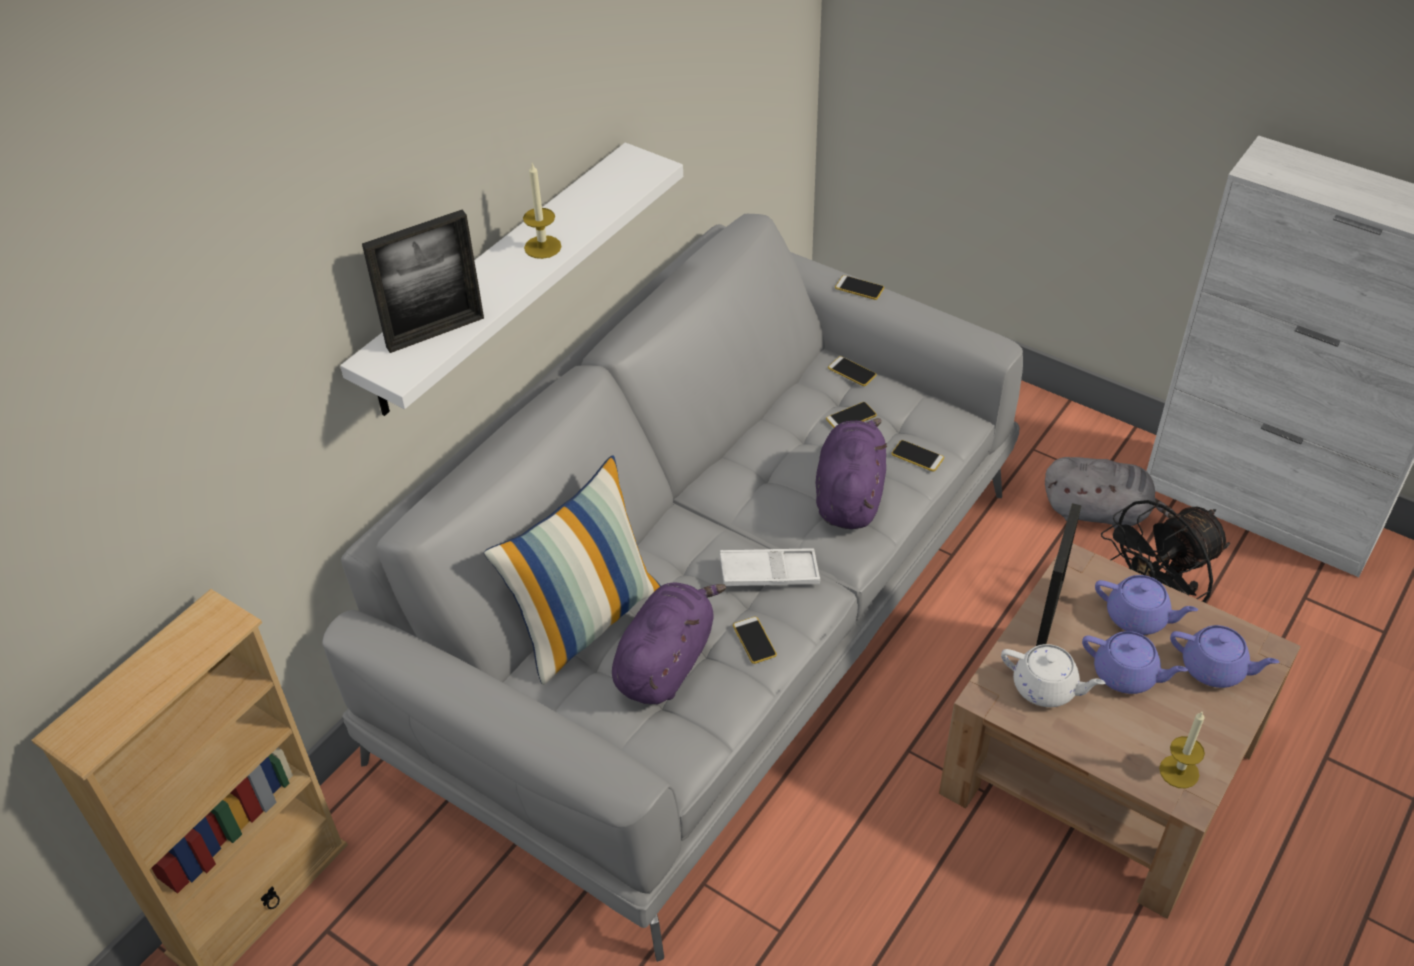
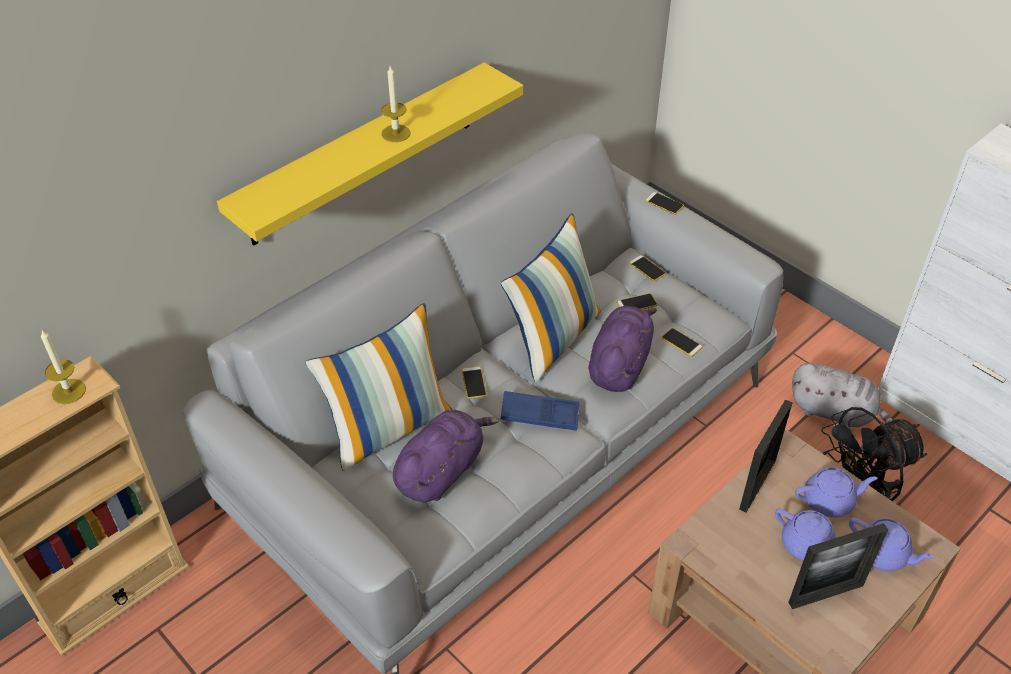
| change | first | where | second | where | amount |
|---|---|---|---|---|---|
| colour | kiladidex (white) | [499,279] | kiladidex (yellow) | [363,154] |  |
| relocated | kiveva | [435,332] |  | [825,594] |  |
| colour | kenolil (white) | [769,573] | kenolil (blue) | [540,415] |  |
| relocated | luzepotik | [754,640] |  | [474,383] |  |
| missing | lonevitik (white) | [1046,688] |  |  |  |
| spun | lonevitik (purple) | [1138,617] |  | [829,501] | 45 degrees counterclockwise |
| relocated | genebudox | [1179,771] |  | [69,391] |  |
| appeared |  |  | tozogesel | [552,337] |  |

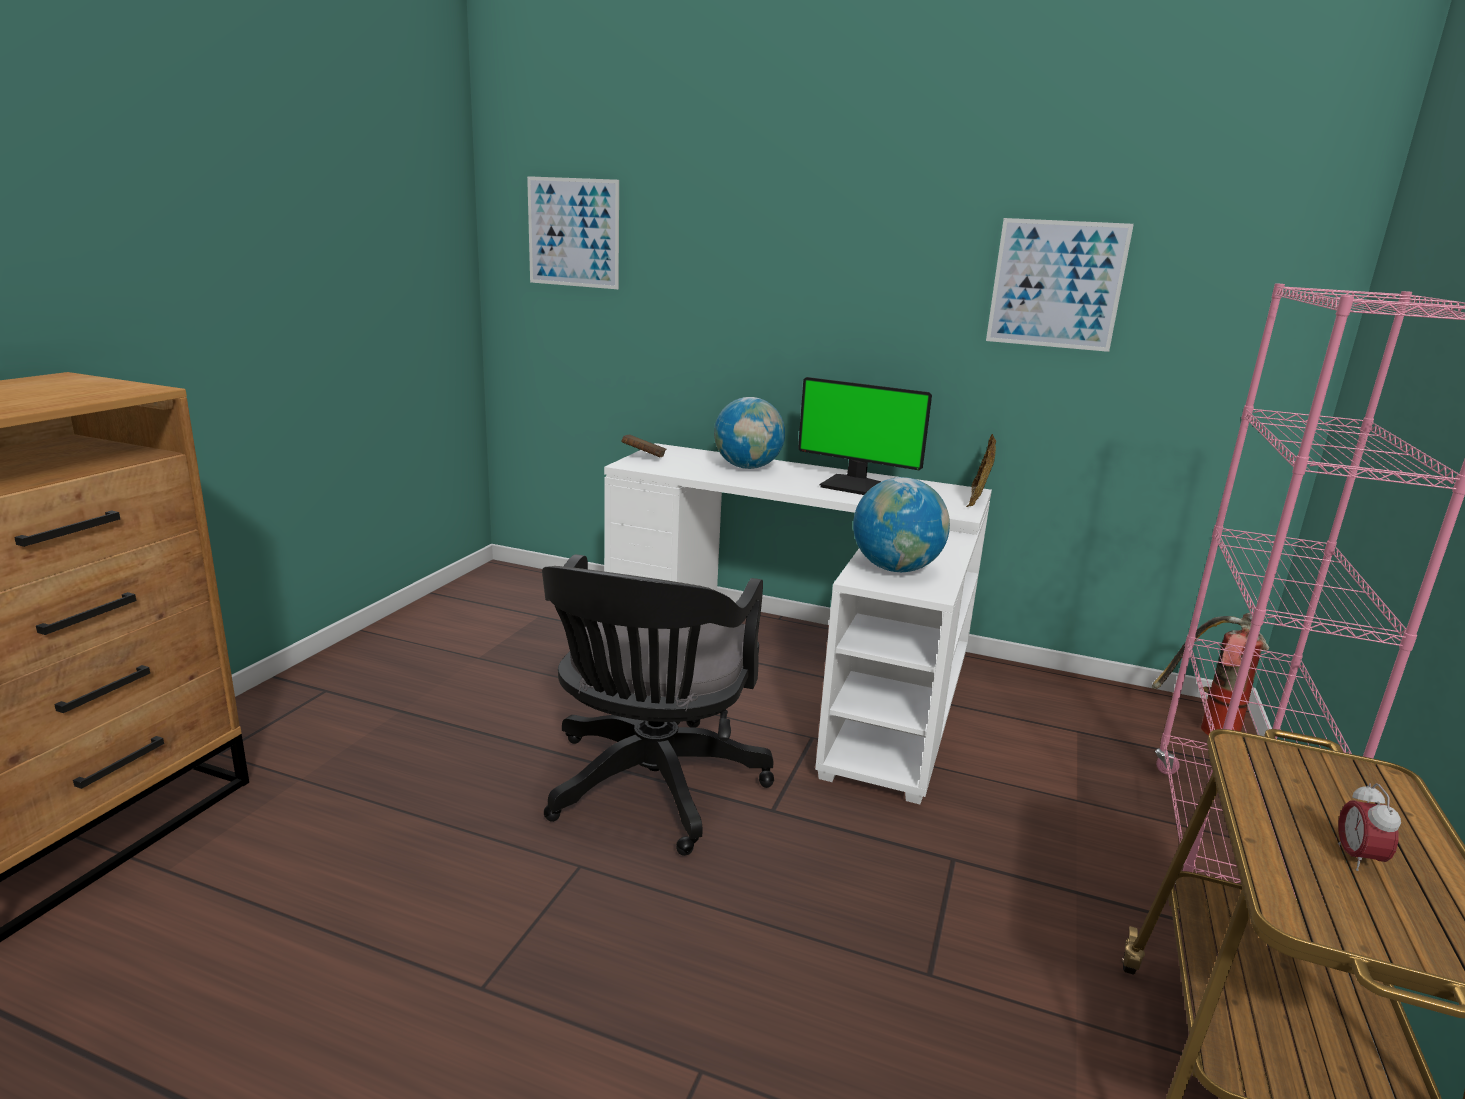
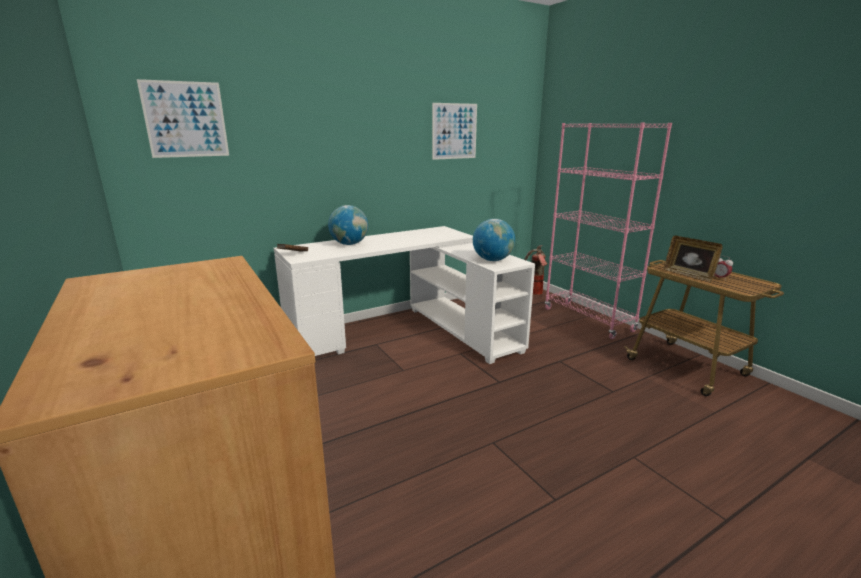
| change | first | where | second | where | amount |
|---|---|---|---|---|---|
| missing | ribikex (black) | [650,789] |  |  |  |
| missing | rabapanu | [852,485] |  |  |  |
| relocated | kiveva | [978,499] |  | [688,275] |  |

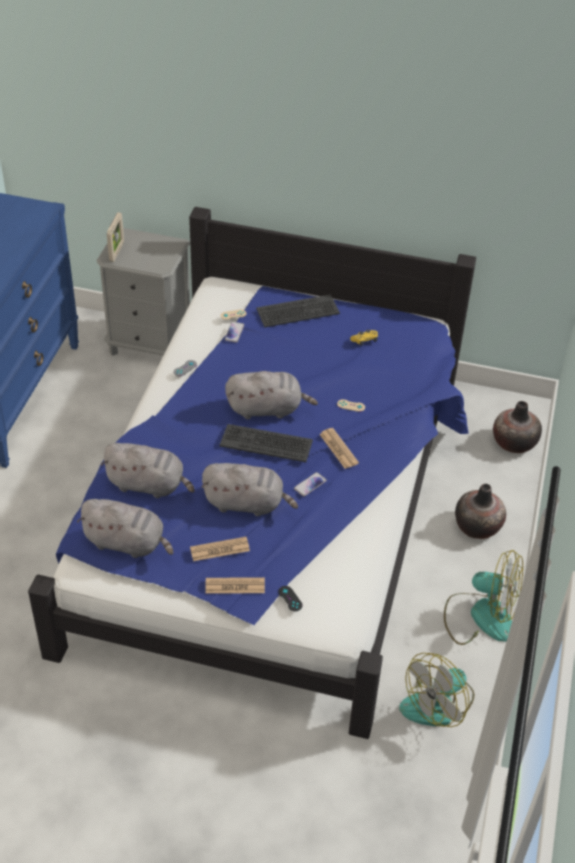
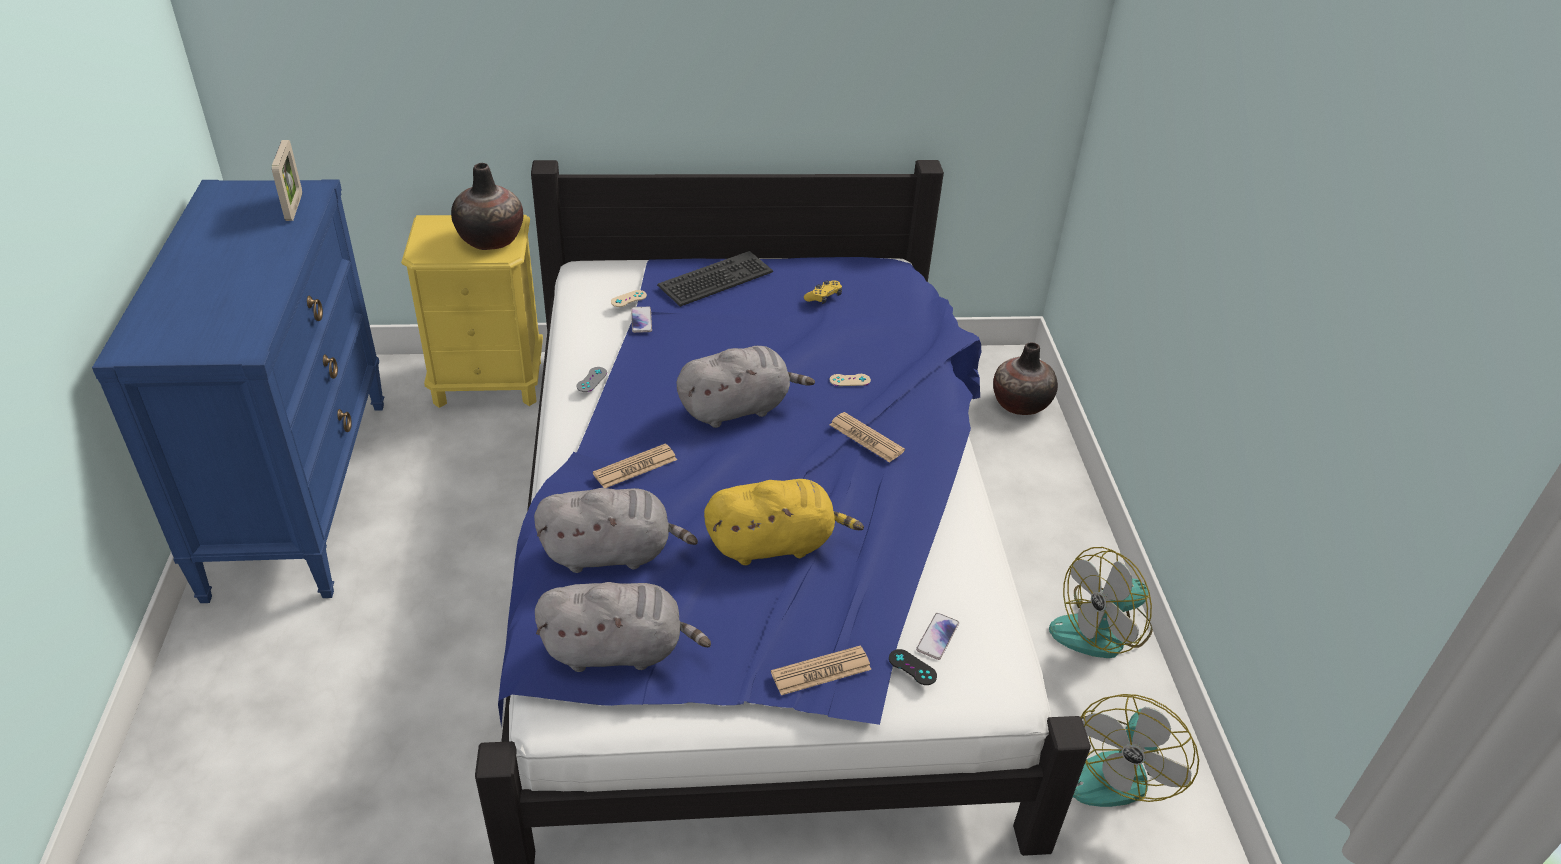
| change | first | where | second | where | amount |
|---|---|---|---|---|---|
| colour | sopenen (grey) | [150,344] | sopenen (yellow) | [488,382] |  |
| relocated | kiveva | [116,252] |  | [294,207] |  |
| relocated | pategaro | [219,549] |  | [635,467] |  |
| colour | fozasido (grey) | [247,503] | fozasido (yellow) | [775,544] |  |
| missing | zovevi | [266,443] |  |  |  |
| relocated | luzepotik | [310,484] |  | [937,637] |  |
| spun | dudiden | [480,616] |  | [1102,630] | 150 degrees clockwise |
| relocated | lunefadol | [477,527] |  | [491,239] |  |

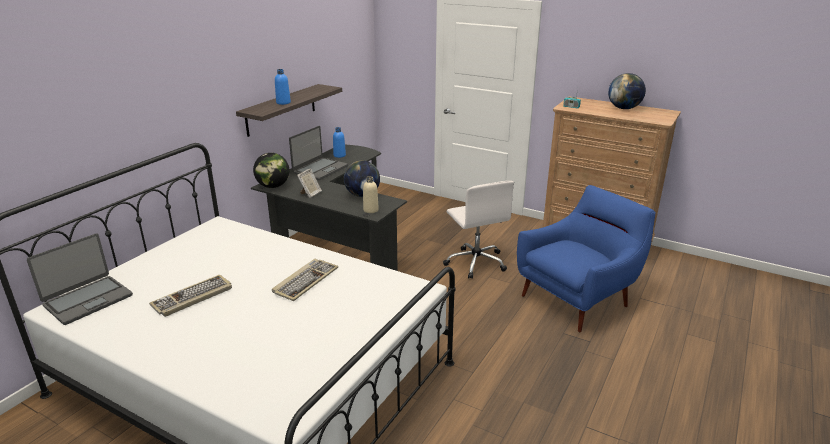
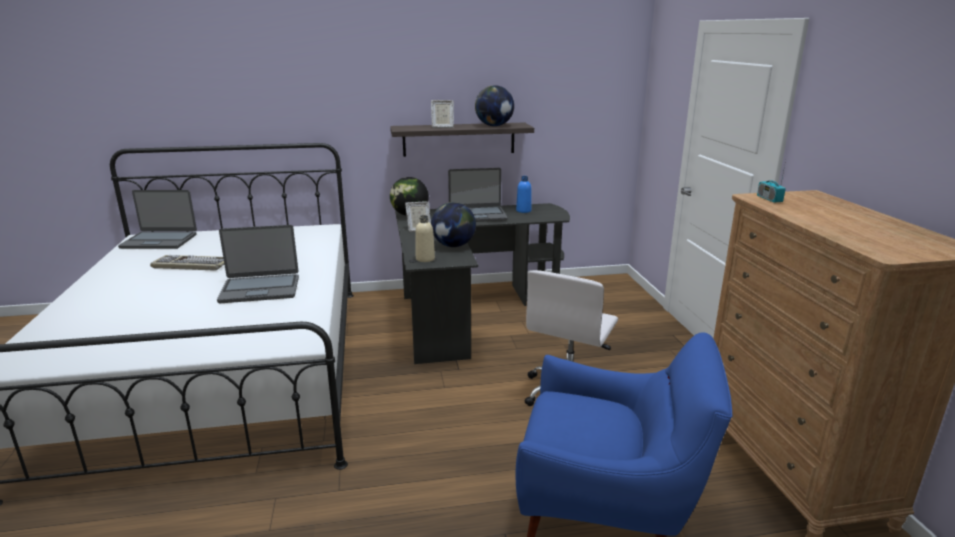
| change | first | where | second | where | amount |
|---|---|---|---|---|---|
| exchanged | zovevi | [305,281] | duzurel | [260,289] |  |
| exchanged | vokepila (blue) | [283,103] | kiveva | [442,127] |  |
| relocated | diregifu | [624,108] |  | [494,126] |  |

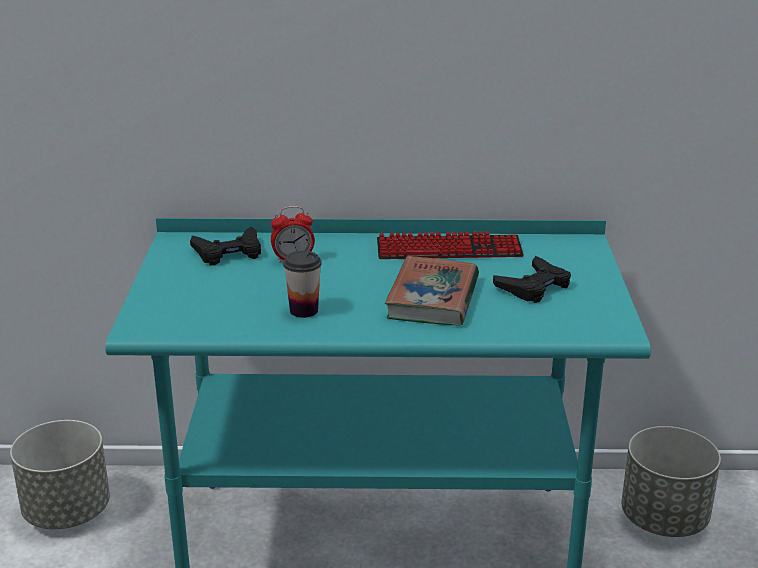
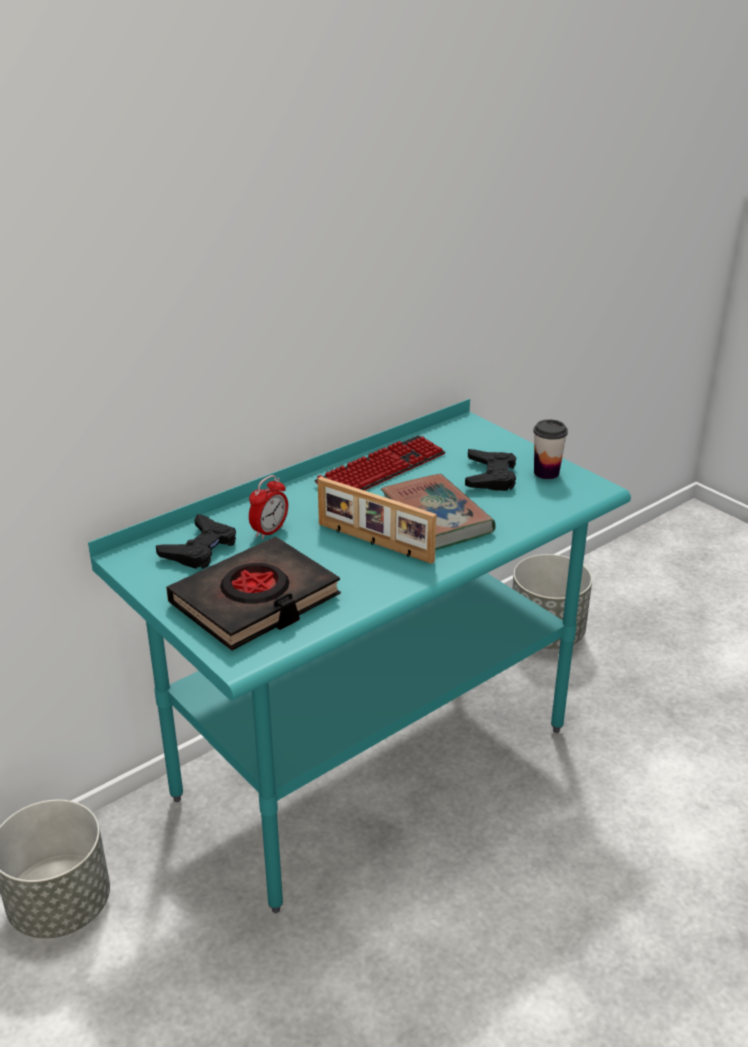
| change | first | where | second | where | amount |
|---|---|---|---|---|---|
| relocated | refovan | [304,310] |  | [546,473] |  |
| appeared |  |  | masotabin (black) | [255,601] |  |
| appeared |  |  | kiveva | [374,543] |  |

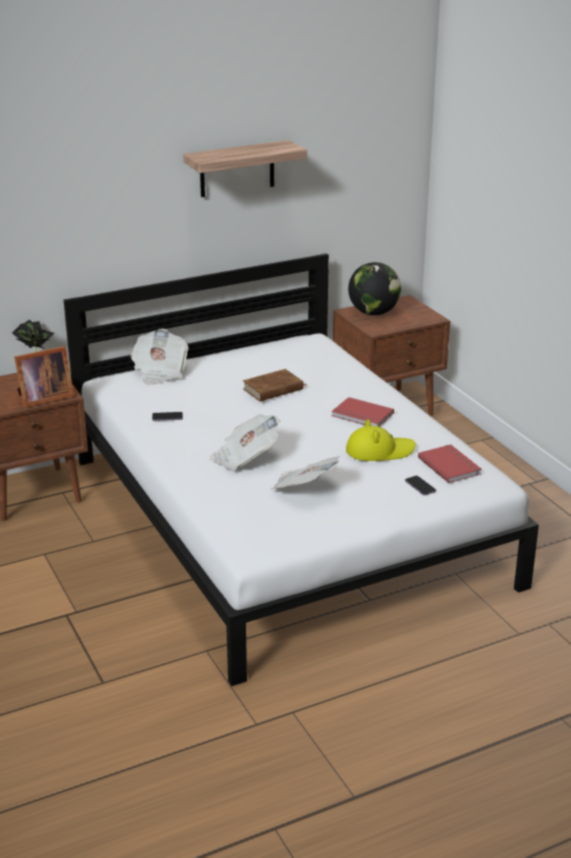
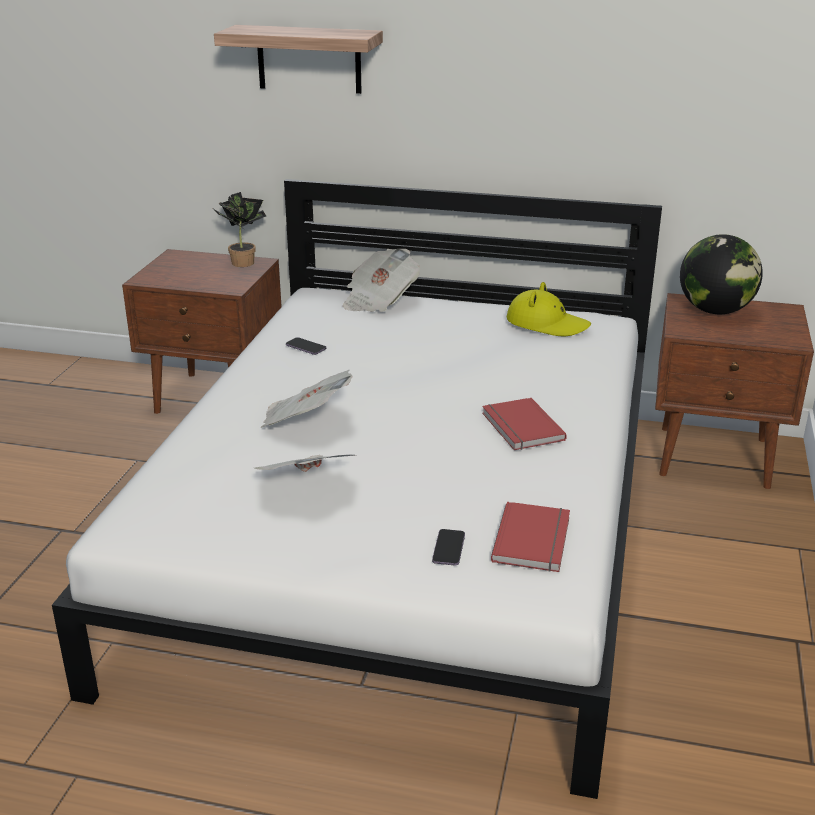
| change | first | where | second | where | amount |
|---|---|---|---|---|---|
| missing | kiveva | [43,398] |  |  |  |
| relocated | kiladidex | [237,169] |  | [309,59] |  |
| missing | masotabin (brown) | [273,389] |  |  |  |
| relocated | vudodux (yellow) | [379,451] |  | [547,324] |  |

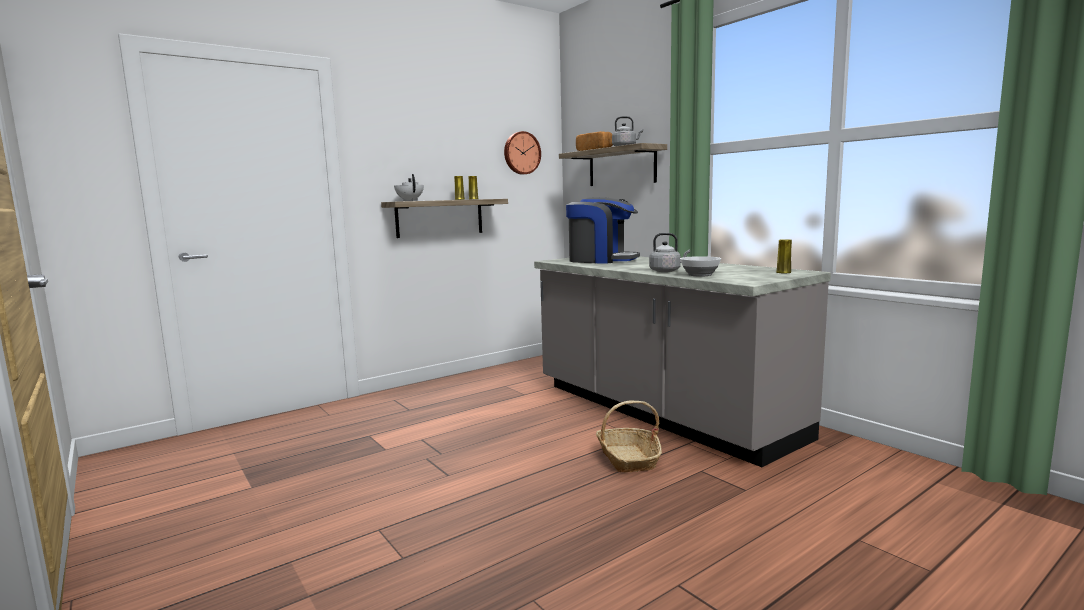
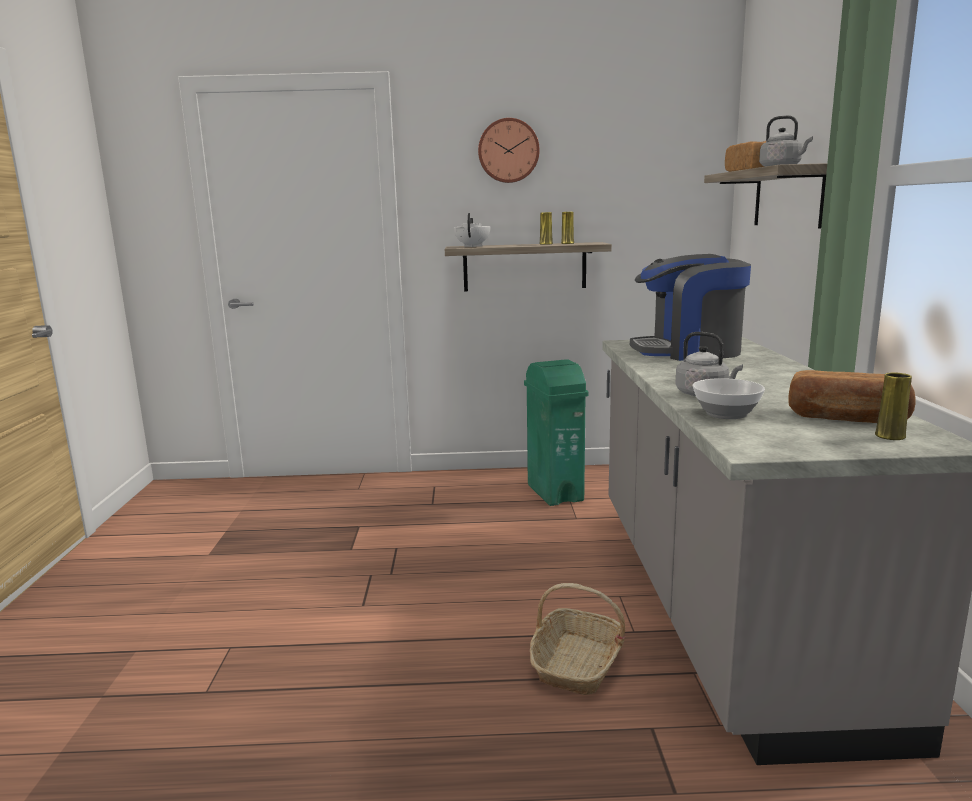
| change | first | where | second | where | amount |
|---|---|---|---|---|---|
| relocated | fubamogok | [521,153] |  | [508,151] |  |
| spun | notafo | [601,260] |  | [688,351] | 120 degrees clockwise |
| appeared |  |  | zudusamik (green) | [555,492] |  |
| appeared |  |  | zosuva | [847,418] |  |

